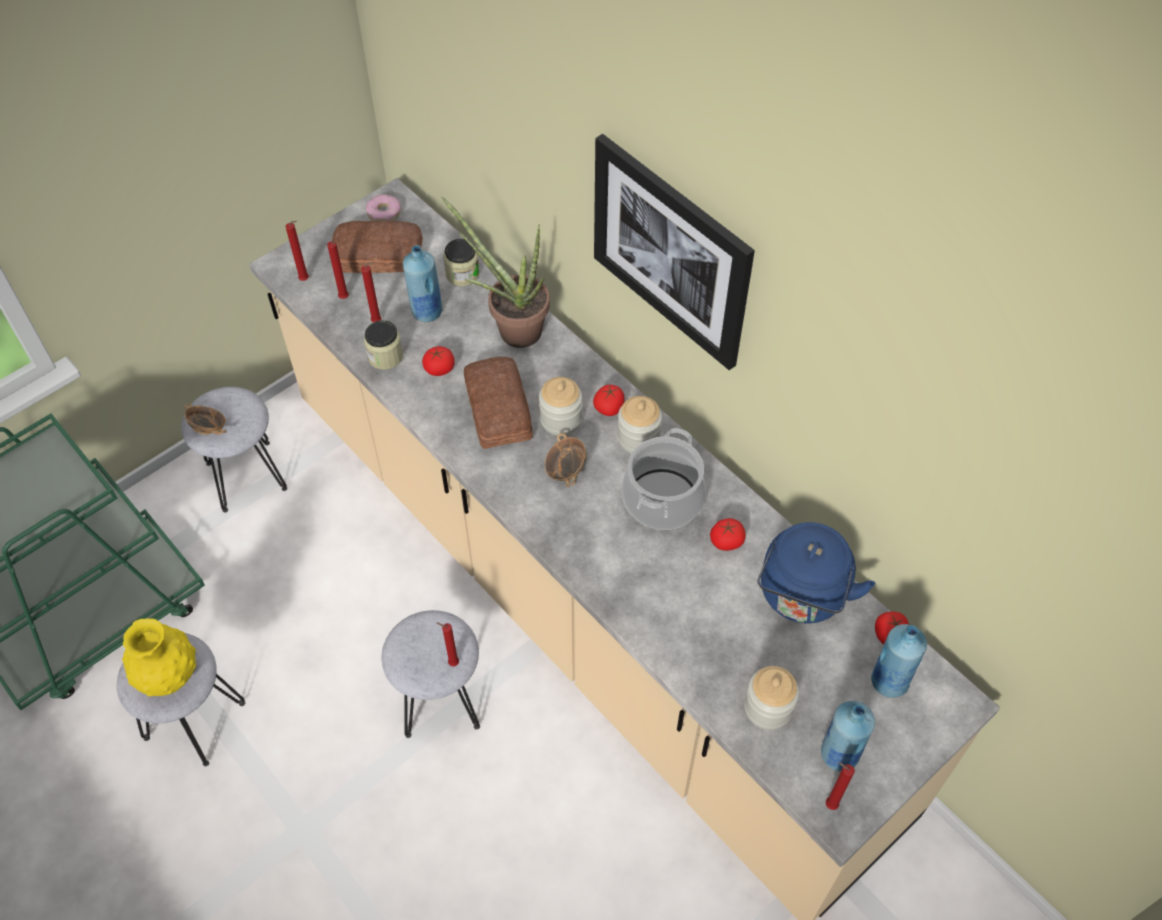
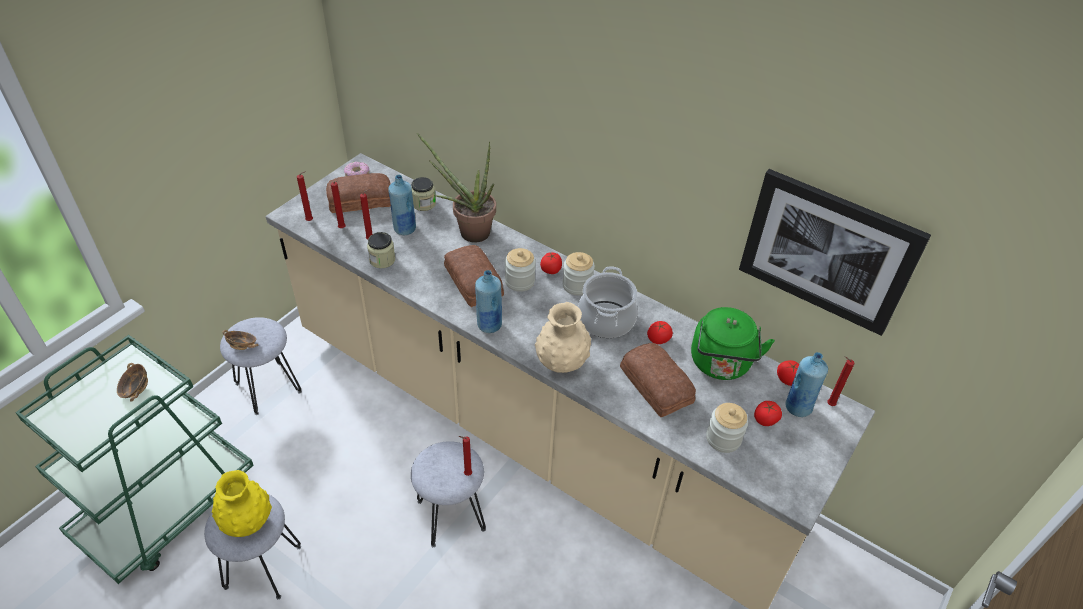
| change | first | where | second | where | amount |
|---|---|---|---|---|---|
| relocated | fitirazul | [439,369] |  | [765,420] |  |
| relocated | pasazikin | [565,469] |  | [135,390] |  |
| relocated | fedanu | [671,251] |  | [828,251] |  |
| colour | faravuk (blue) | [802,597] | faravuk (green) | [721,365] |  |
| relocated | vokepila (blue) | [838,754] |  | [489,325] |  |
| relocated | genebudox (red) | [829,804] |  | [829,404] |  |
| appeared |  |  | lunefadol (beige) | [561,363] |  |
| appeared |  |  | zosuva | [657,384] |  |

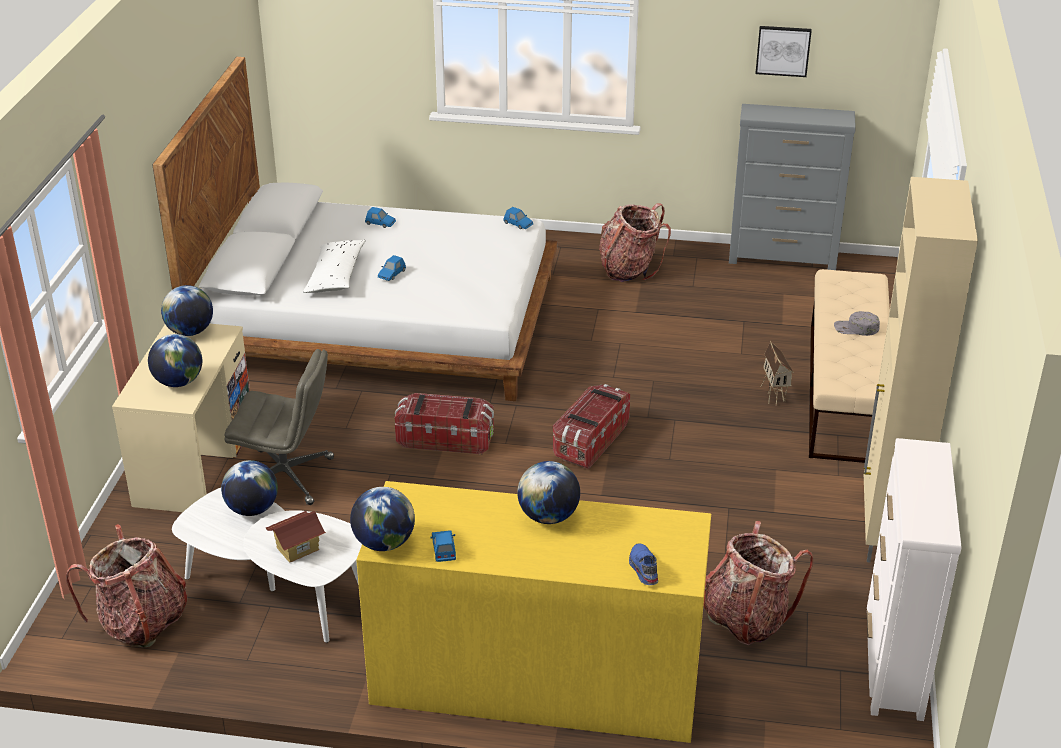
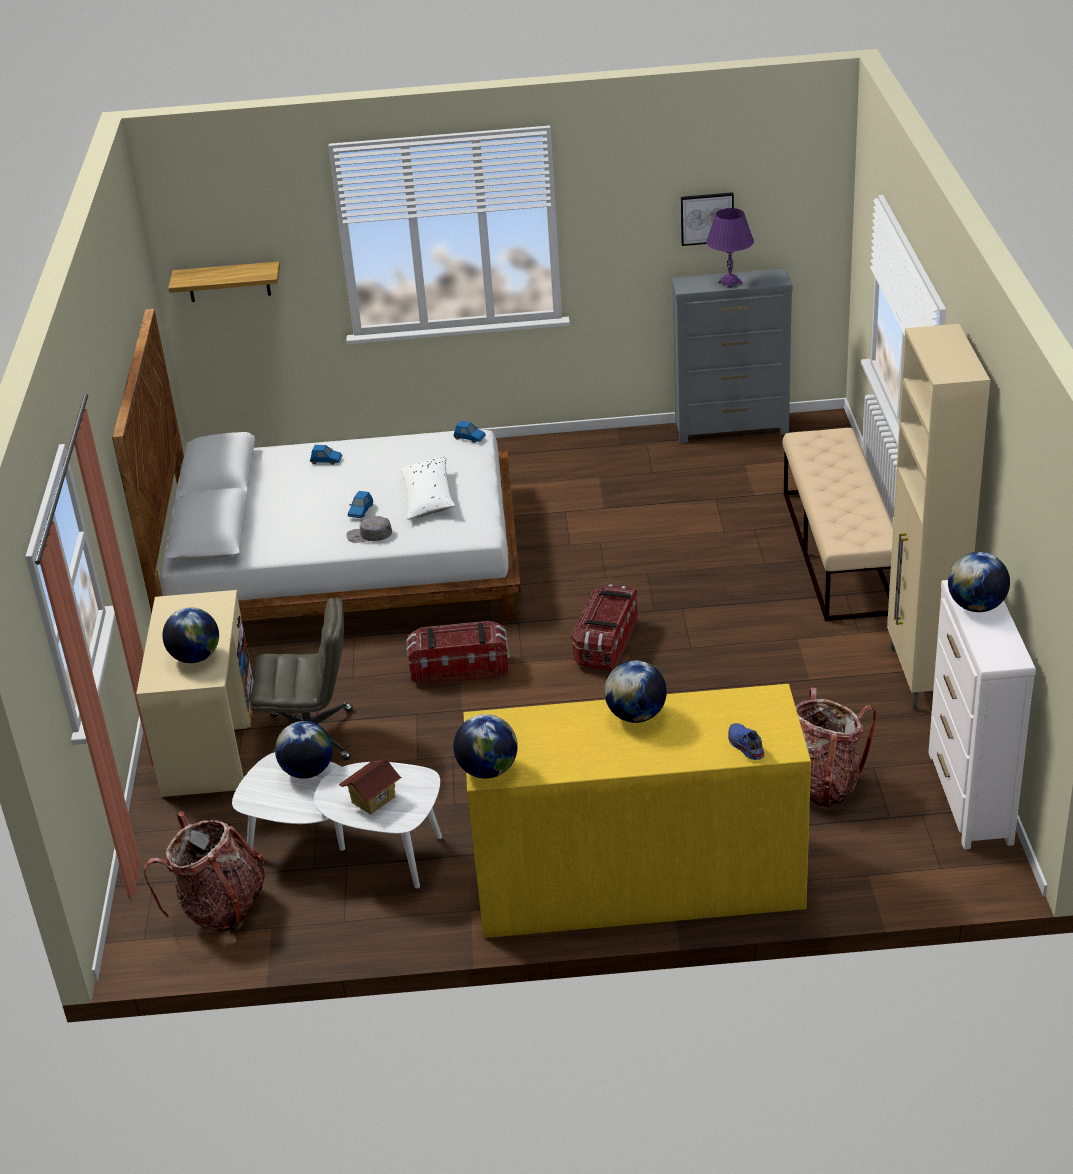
| change | first | where | second | where | amount |
|---|---|---|---|---|---|
| relocated | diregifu | [190,331] |  | [976,606] |  |
| relocated | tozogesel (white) | [335,275] |  | [428,497] |  |
| missing | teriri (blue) | [443,549] |  |  |  |
| missing | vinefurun | [629,269] |  |  |  |
| missing | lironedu | [774,396] |  |  |  |
| relocated | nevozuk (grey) | [856,328] |  | [369,535] |  |
| appeared |  |  | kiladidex | [228,282] |  |
| appeared |  |  | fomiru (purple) | [730,283] |  |

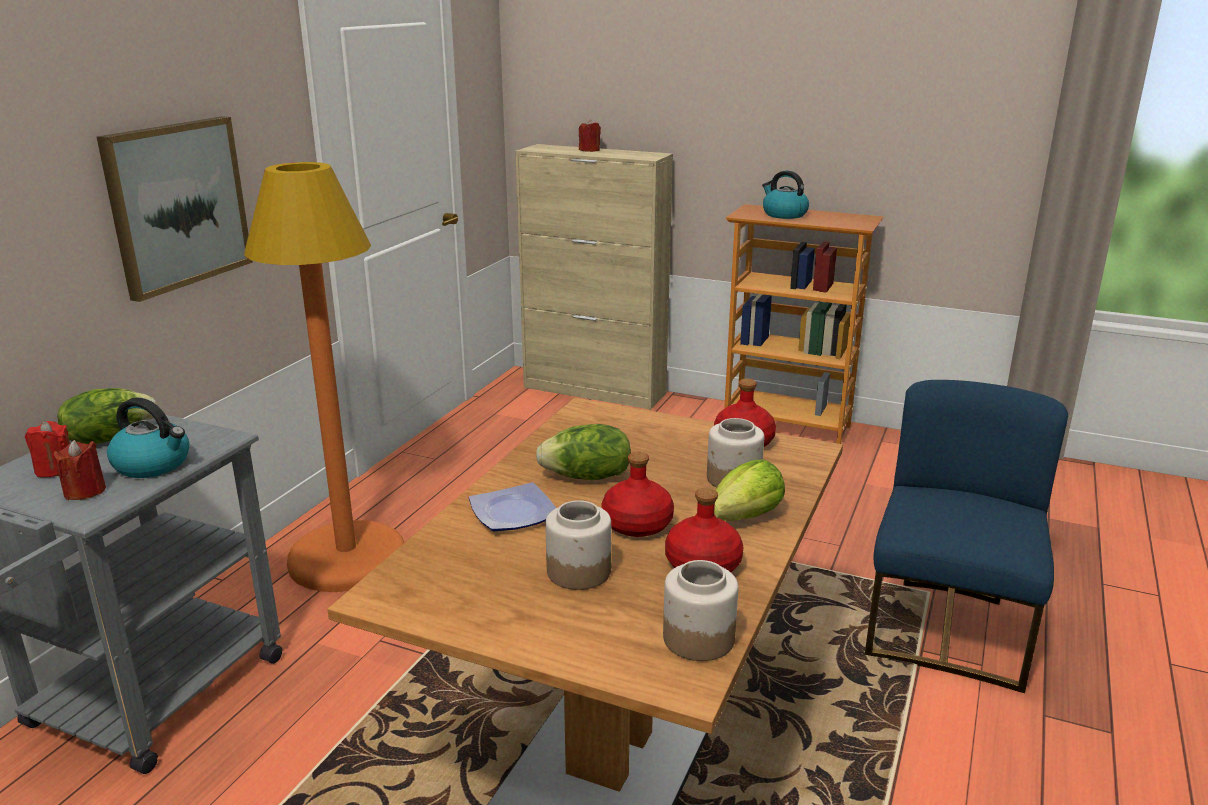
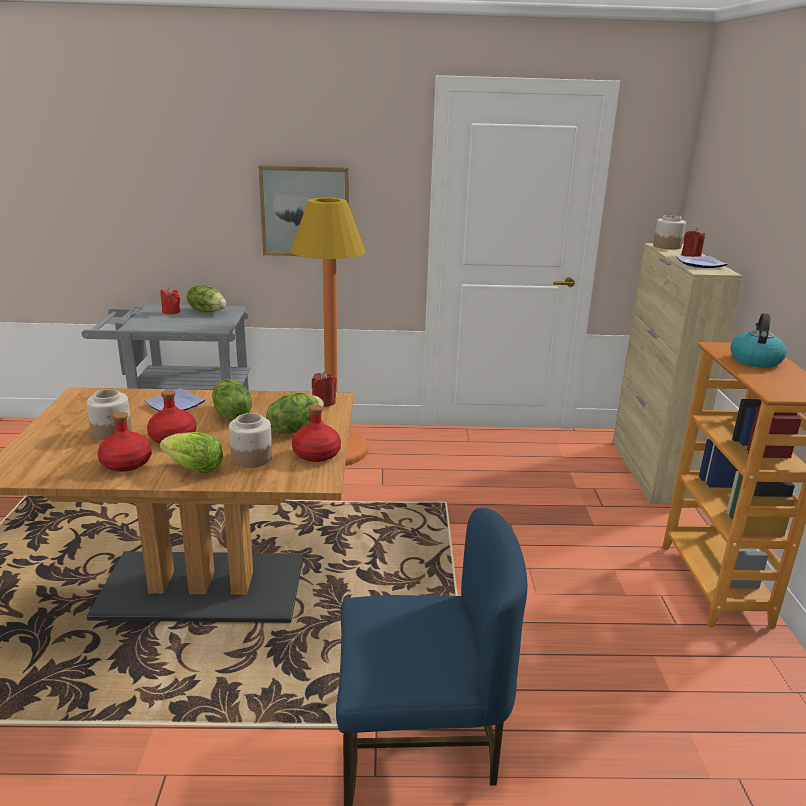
| change | first | where | second | where | amount |
|---|---|---|---|---|---|
| relocated | genebudox (red) | [85,491] |  | [324,402] |  |
| missing | faravuk | [154,464] |  |  |  |
| relocated | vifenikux | [697,638] |  | [667,246] |  |
| appeared |  |  | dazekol | [295,429] |  |
| appeared |  |  | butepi | [701,265] |  |

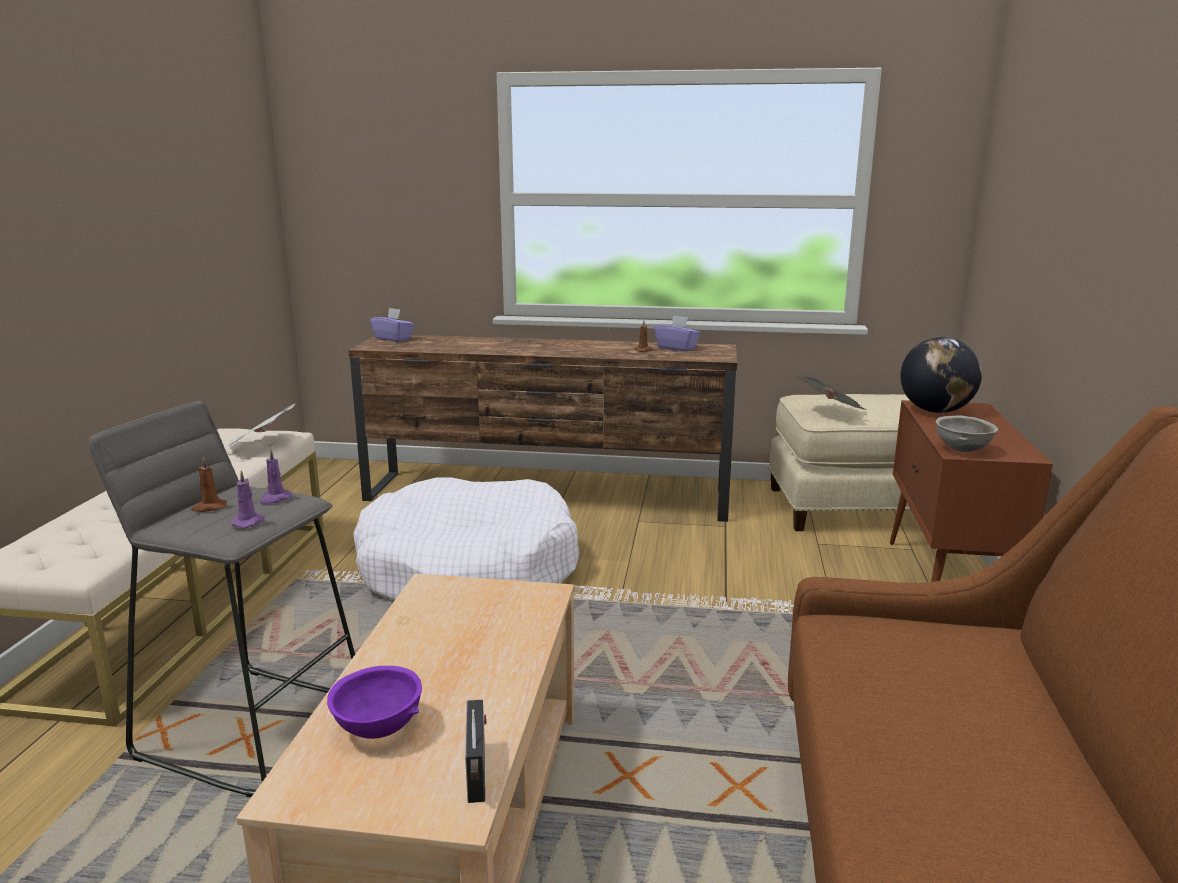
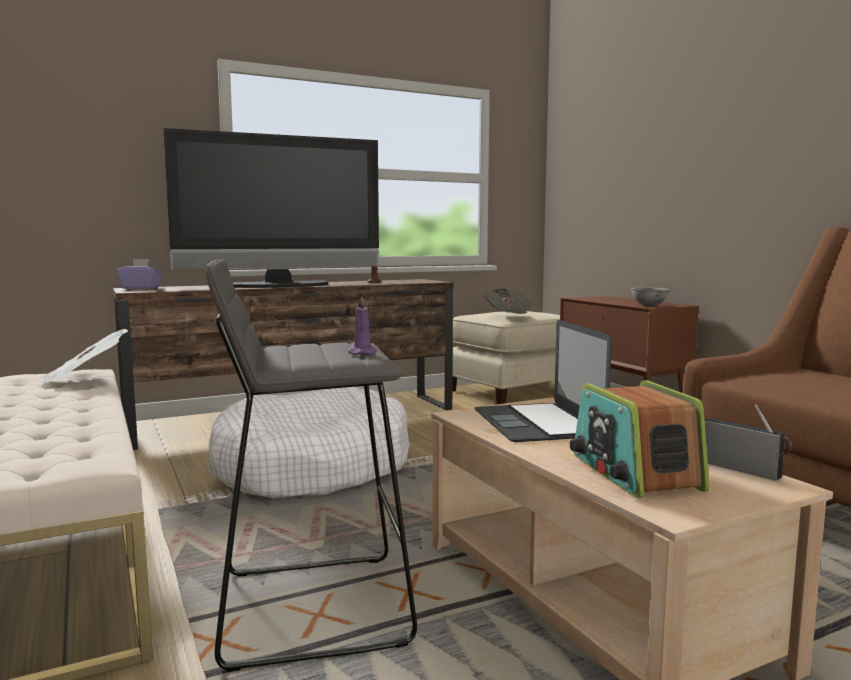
| change | first | where | second | where | amount |
|---|---|---|---|---|---|
| missing | genebudox (brown) | [209,508] |  |  |  |
| missing | genebudox (purple) | [275,499] |  |  |  |
| exchanged | pasazikin (purple) | [378,730] | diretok | [633,472] |  |
| missing | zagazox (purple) | [677,348] |  |  |  |
| missing | diregifu | [935,411] |  |  |  |
| appeared |  |  | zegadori | [279,285] |  |
| appeared |  |  | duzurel | [537,422] |  |

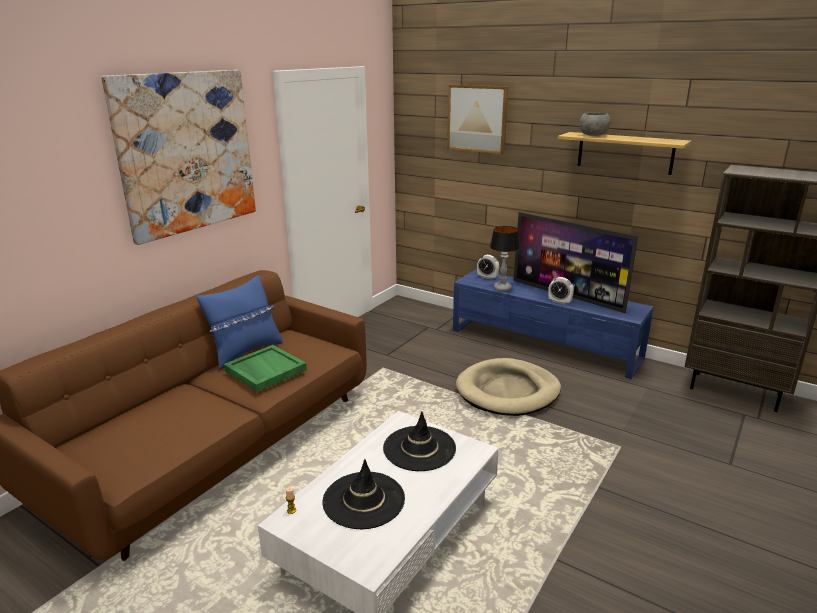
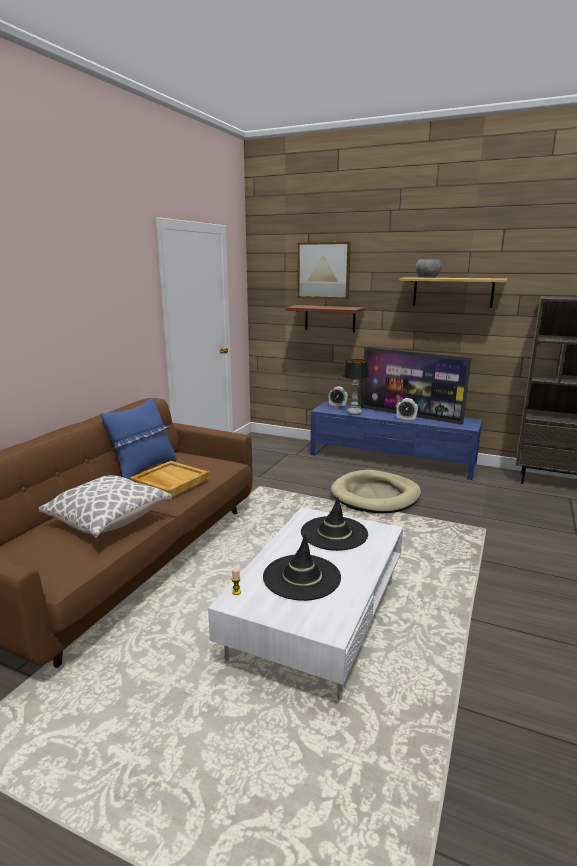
| change | first | where | second | where | amount |
|---|---|---|---|---|---|
| missing | fedanu | [187,153] |  |  |  |
| colour | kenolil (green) | [265,370] | kenolil (beige) | [169,481] |  |
| appeared |  |  | tozogesel | [109,521] |  |
| appeared |  |  | kiladidex (brown) | [330,318] |  |

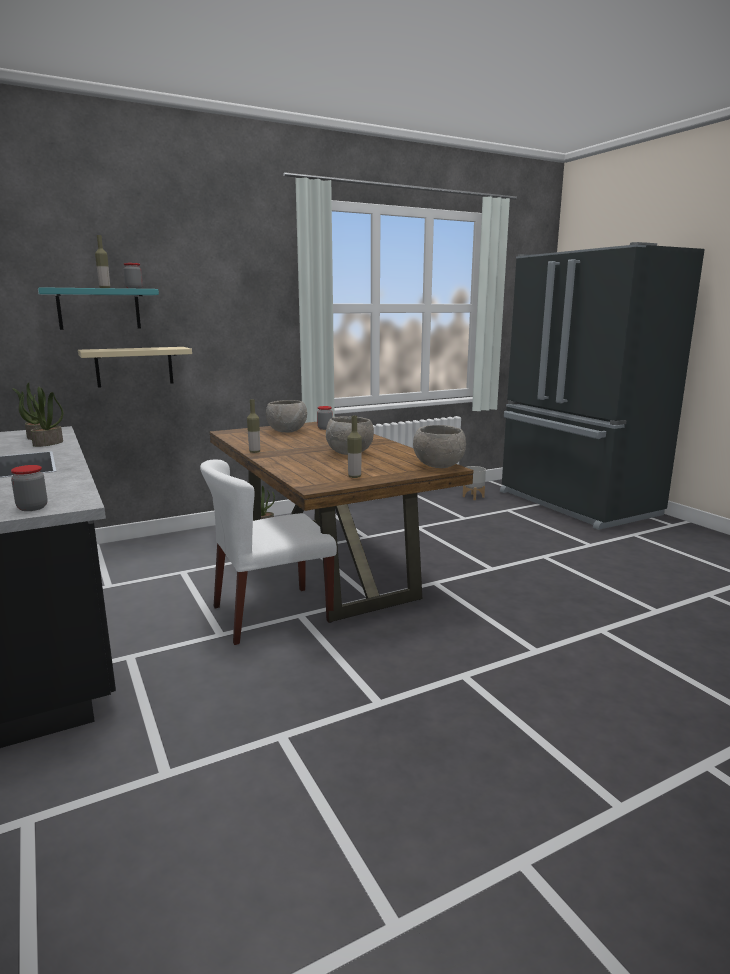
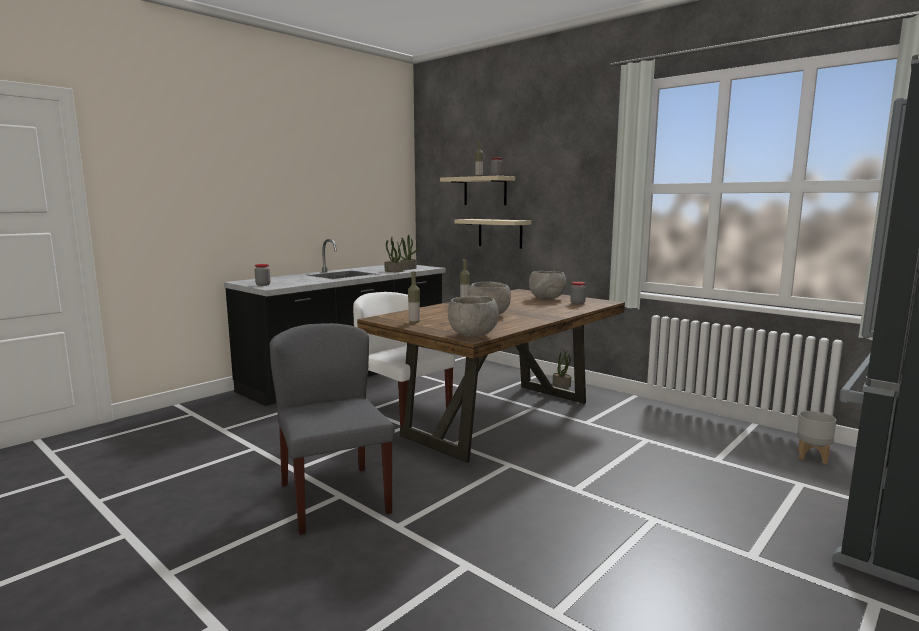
| change | first | where | second | where | amount |
|---|---|---|---|---|---|
| colour | kiladidex (turquoise) | [99,309] | kiladidex (beige) | [485,191] |  |
| appeared |  |  | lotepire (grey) | [334,497] |  |

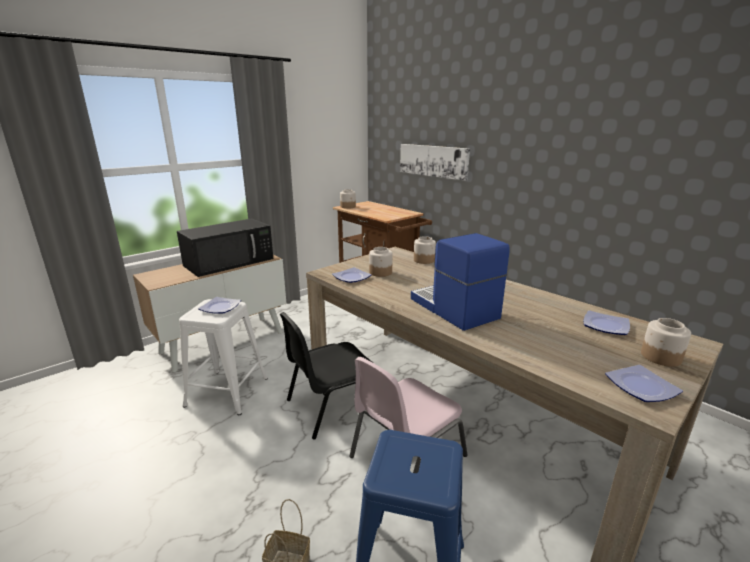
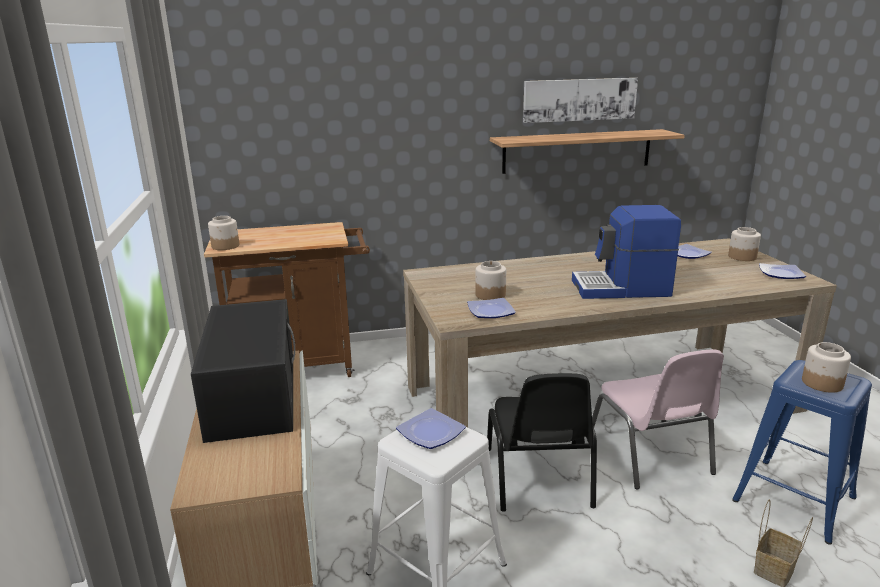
| change | first | where | second | where | amount |
|---|---|---|---|---|---|
| relocated | fedanu | [433,161] |  | [579,99] |  |
| relocated | vifenikux | [424,260] |  | [821,383] |  |
| appeared |  |  | kiladidex | [577,151] |  |

